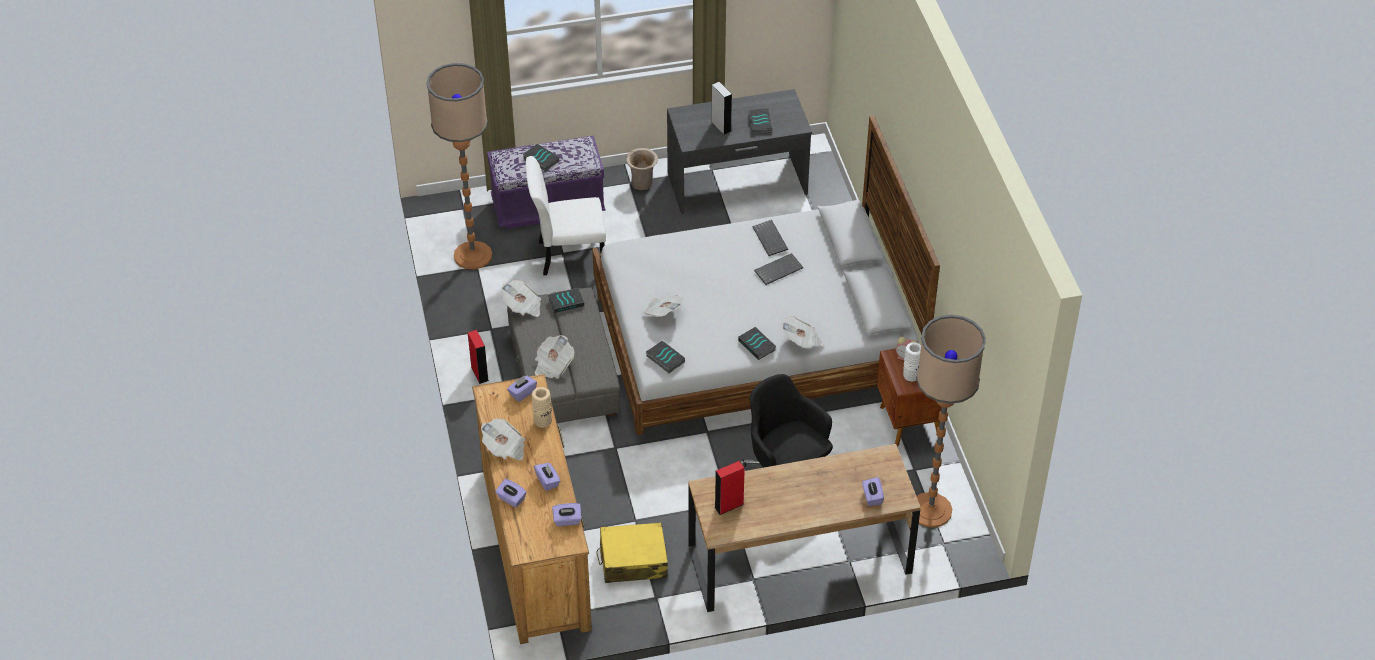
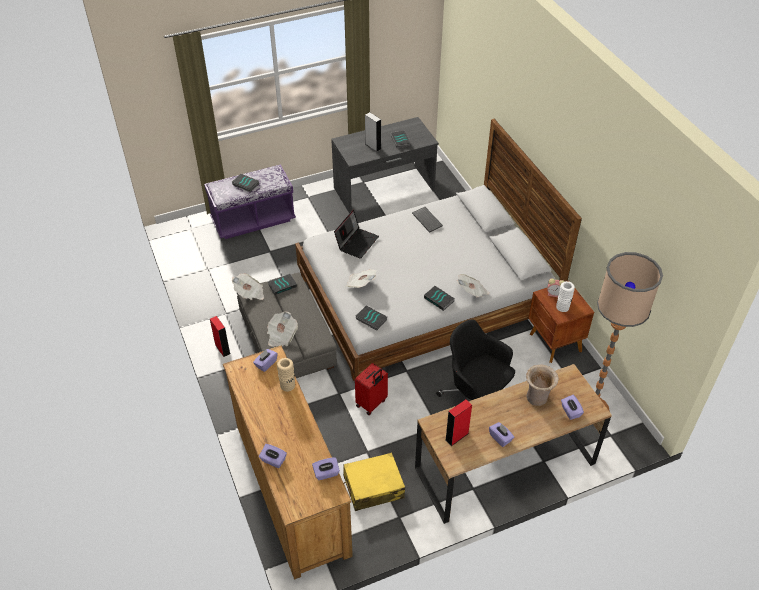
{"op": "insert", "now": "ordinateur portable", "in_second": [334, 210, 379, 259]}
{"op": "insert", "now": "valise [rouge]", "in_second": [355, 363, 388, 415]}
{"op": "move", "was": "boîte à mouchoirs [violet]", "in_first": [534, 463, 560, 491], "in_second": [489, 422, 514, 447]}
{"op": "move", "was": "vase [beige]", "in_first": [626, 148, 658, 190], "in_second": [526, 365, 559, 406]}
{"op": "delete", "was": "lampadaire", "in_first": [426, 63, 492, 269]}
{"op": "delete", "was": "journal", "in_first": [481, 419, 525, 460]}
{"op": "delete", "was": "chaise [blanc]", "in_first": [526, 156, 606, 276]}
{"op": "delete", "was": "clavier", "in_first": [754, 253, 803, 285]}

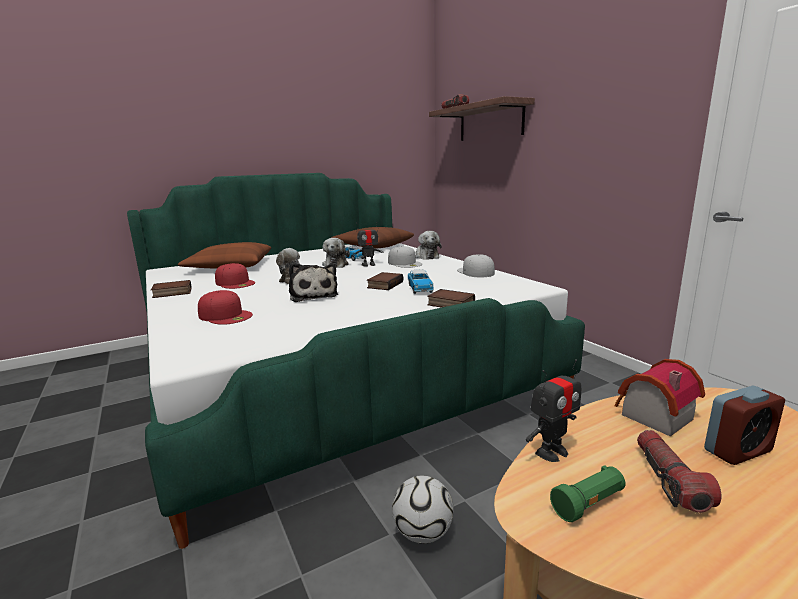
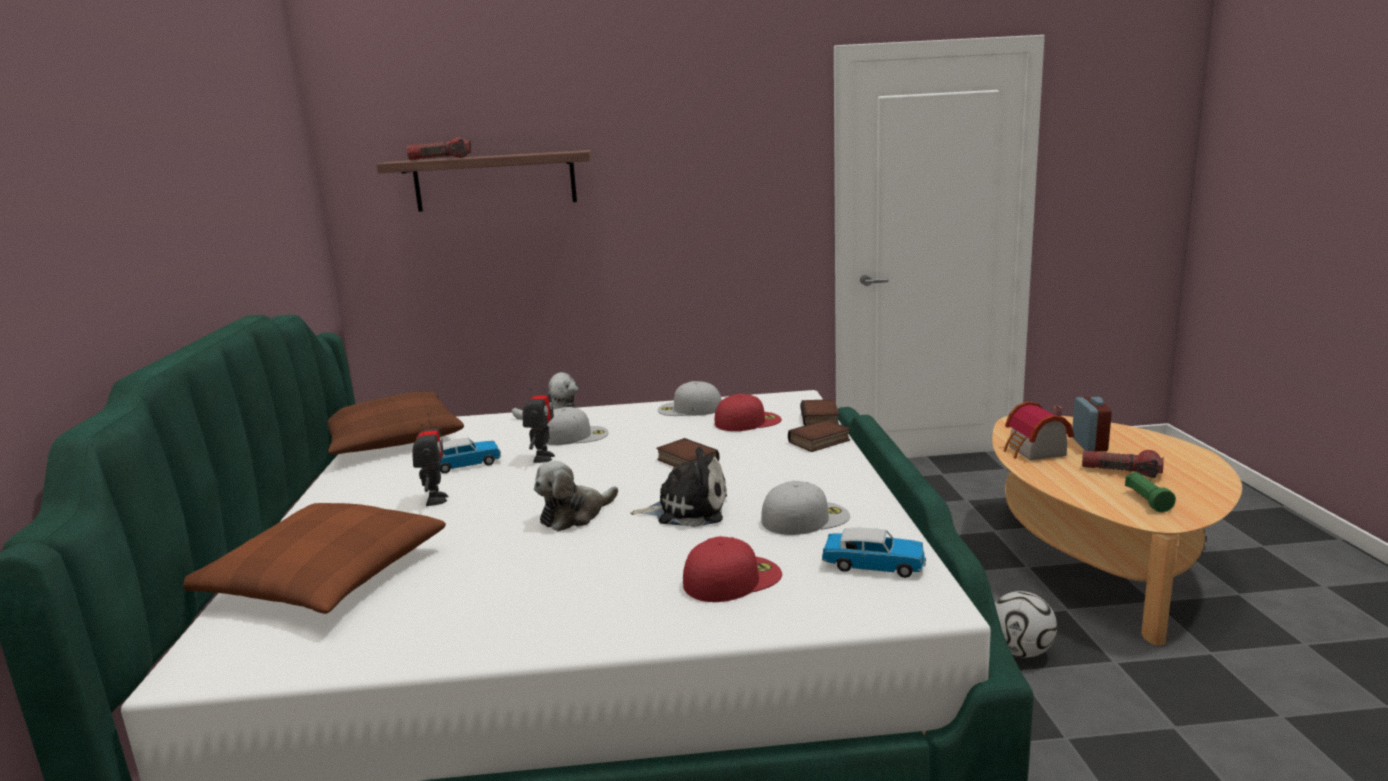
{"op": "move", "was": "robot jouet", "in_first": [526, 359, 581, 462], "in_second": [412, 412, 449, 506]}
{"op": "move", "was": "casquette [rouge]", "in_first": [215, 263, 255, 289], "in_second": [715, 394, 782, 431]}
{"op": "insert", "now": "casquette [blanc]", "in_second": [761, 481, 850, 535]}
{"op": "move", "was": "livre", "in_first": [151, 280, 192, 298], "in_second": [800, 399, 839, 426]}
{"op": "move", "was": "petite voiture", "in_first": [408, 269, 434, 294], "in_second": [822, 528, 926, 578]}
{"op": "delete", "was": "peluche", "in_first": [322, 238, 350, 268]}

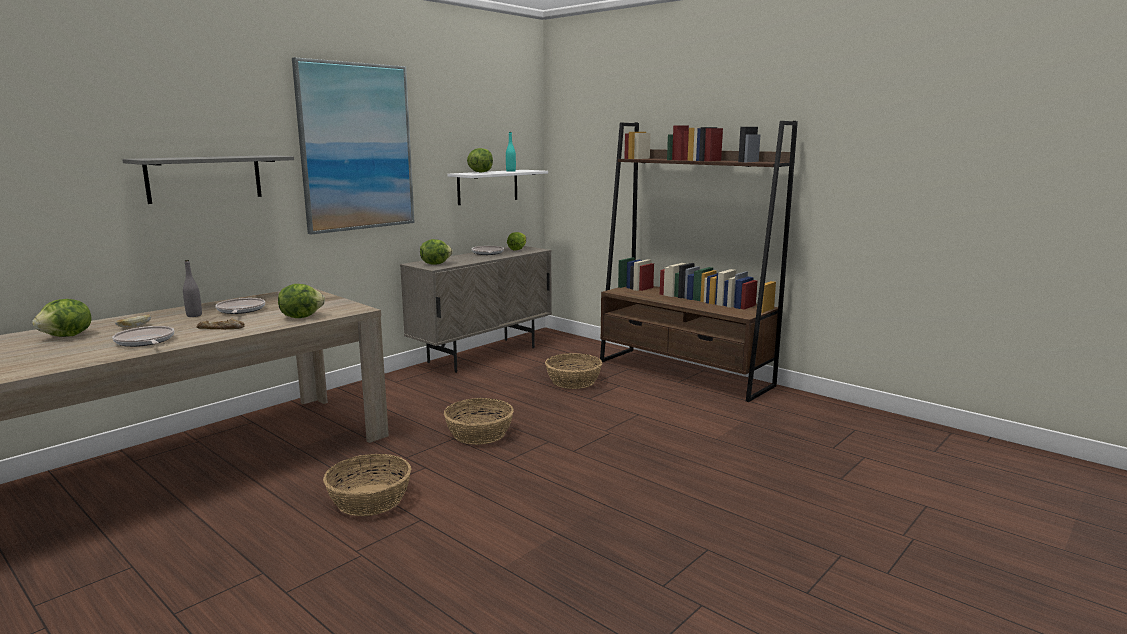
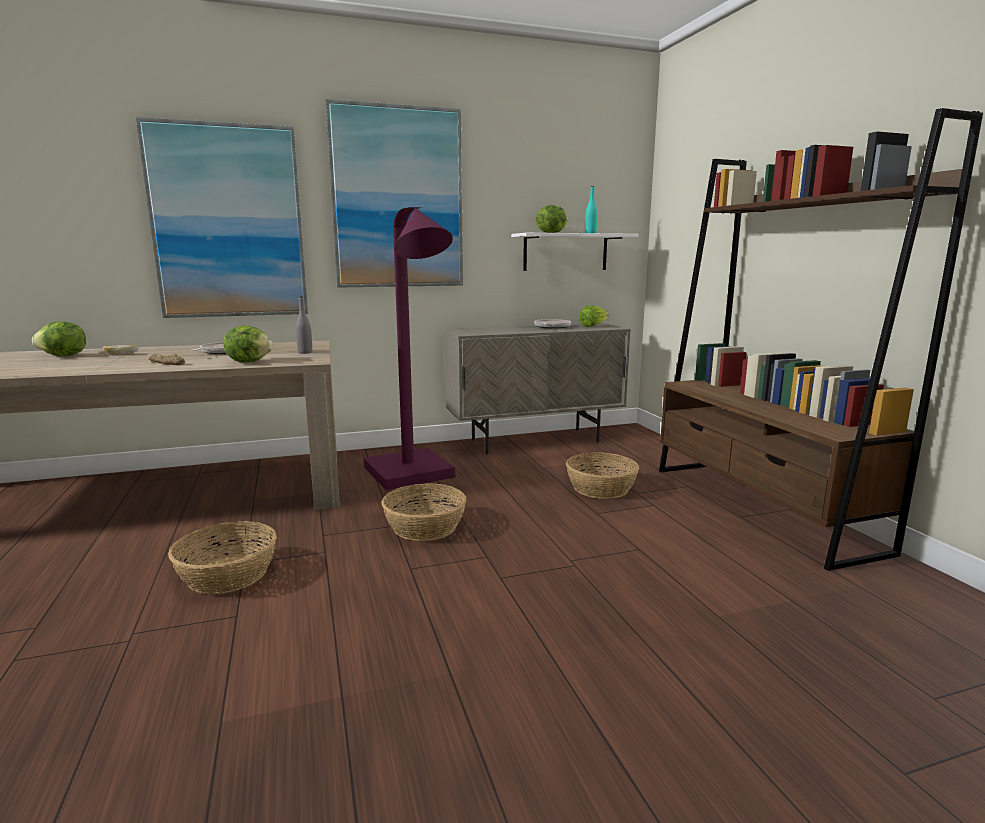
{"op": "replace", "was": "étagère [gris]", "now": "tableau", "in_first": [122, 155, 294, 204], "in_second": [135, 117, 308, 318]}
{"op": "move", "was": "bouteille [gris]", "in_first": [183, 260, 202, 317], "in_second": [296, 296, 312, 354]}
{"op": "insert", "now": "lampadaire [violet]", "in_second": [363, 207, 455, 490]}
{"op": "delete", "was": "poêle", "in_first": [112, 326, 174, 347]}
{"op": "delete", "was": "laitue", "in_first": [420, 239, 453, 265]}

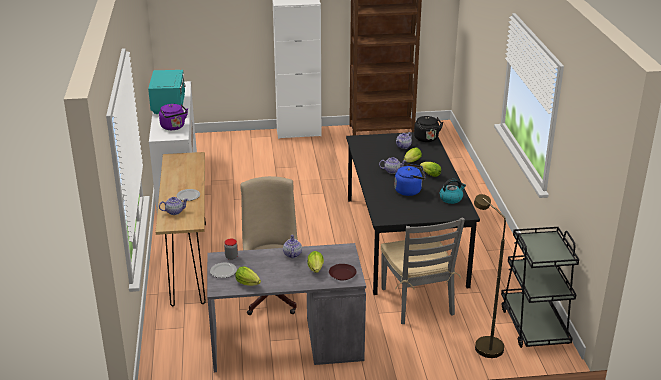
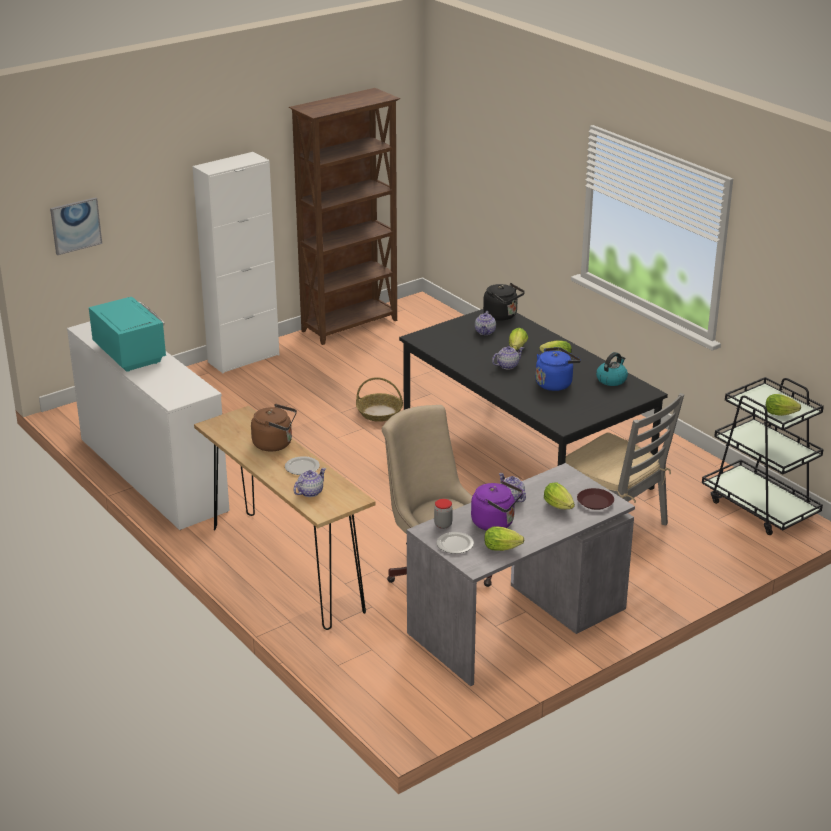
{"op": "insert", "now": "tableau", "in_second": [50, 197, 102, 255]}
{"op": "insert", "now": "bouilloire [marron]", "in_second": [251, 404, 297, 451]}
{"op": "insert", "now": "panier", "in_second": [356, 377, 403, 422]}
{"op": "move", "was": "bouilloire [violet]", "in_first": [159, 104, 188, 130], "in_second": [471, 480, 523, 531]}
{"op": "insert", "now": "laitue", "in_second": [766, 394, 801, 416]}
{"op": "delete", "was": "lampadaire [marron]", "in_first": [474, 194, 506, 358]}

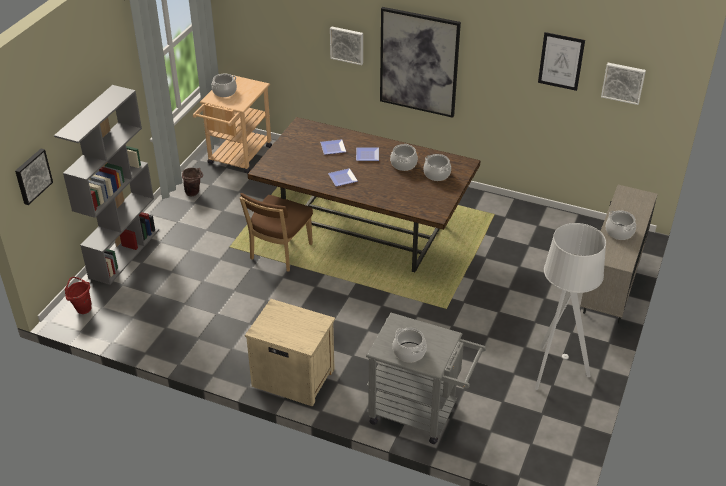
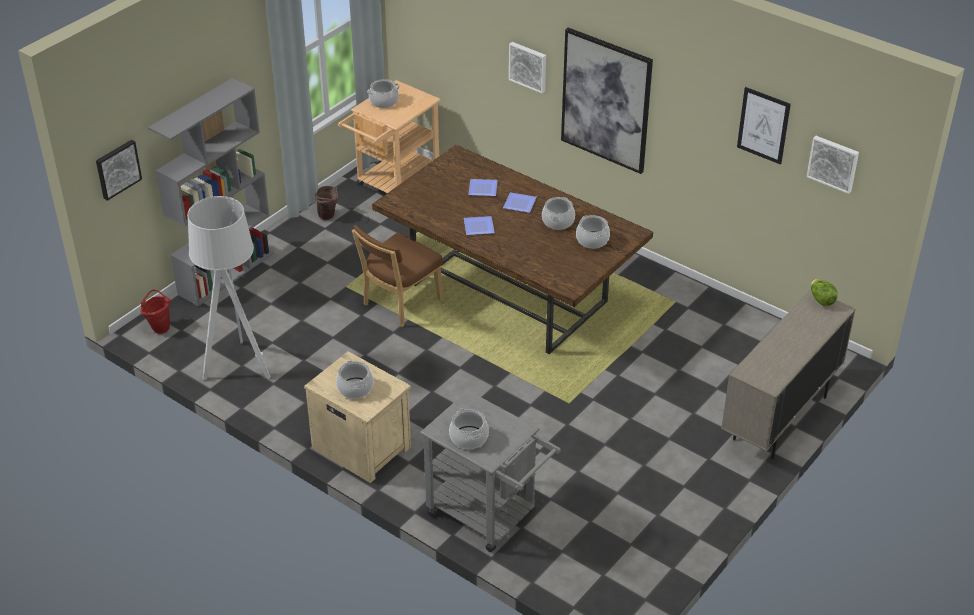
{"op": "move", "was": "lampadaire [gris]", "in_first": [535, 223, 606, 390], "in_second": [187, 196, 271, 380]}
{"op": "move", "was": "marmite", "in_first": [606, 211, 636, 240], "in_second": [336, 360, 373, 399]}
{"op": "insert", "now": "laitue", "in_second": [811, 279, 838, 306]}

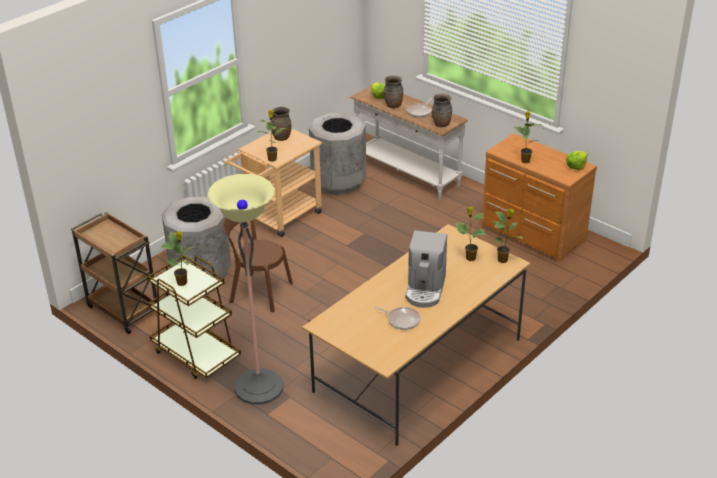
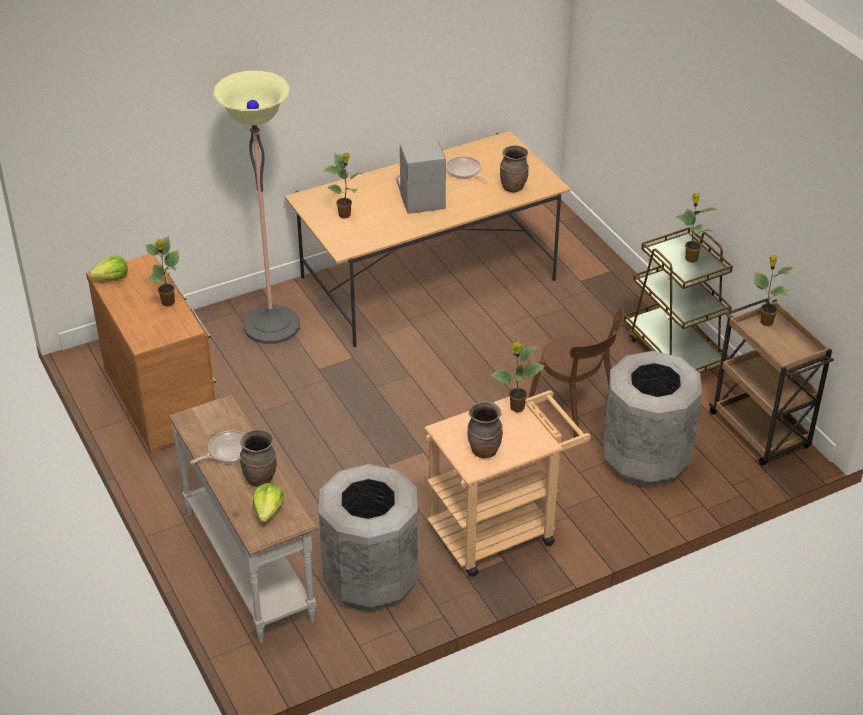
{"op": "move", "was": "lampadaire", "in_first": [208, 174, 283, 405], "in_second": [213, 71, 300, 344]}
{"op": "rotate", "was": "machine à café", "in_first": [405, 231, 447, 308], "in_second": [396, 139, 446, 214], "clockwise": -45}
{"op": "move", "was": "vase [marron]", "in_first": [432, 93, 452, 127], "in_second": [500, 145, 529, 192]}
{"op": "move", "was": "plante en pot", "in_first": [492, 209, 523, 263], "in_second": [753, 255, 795, 326]}

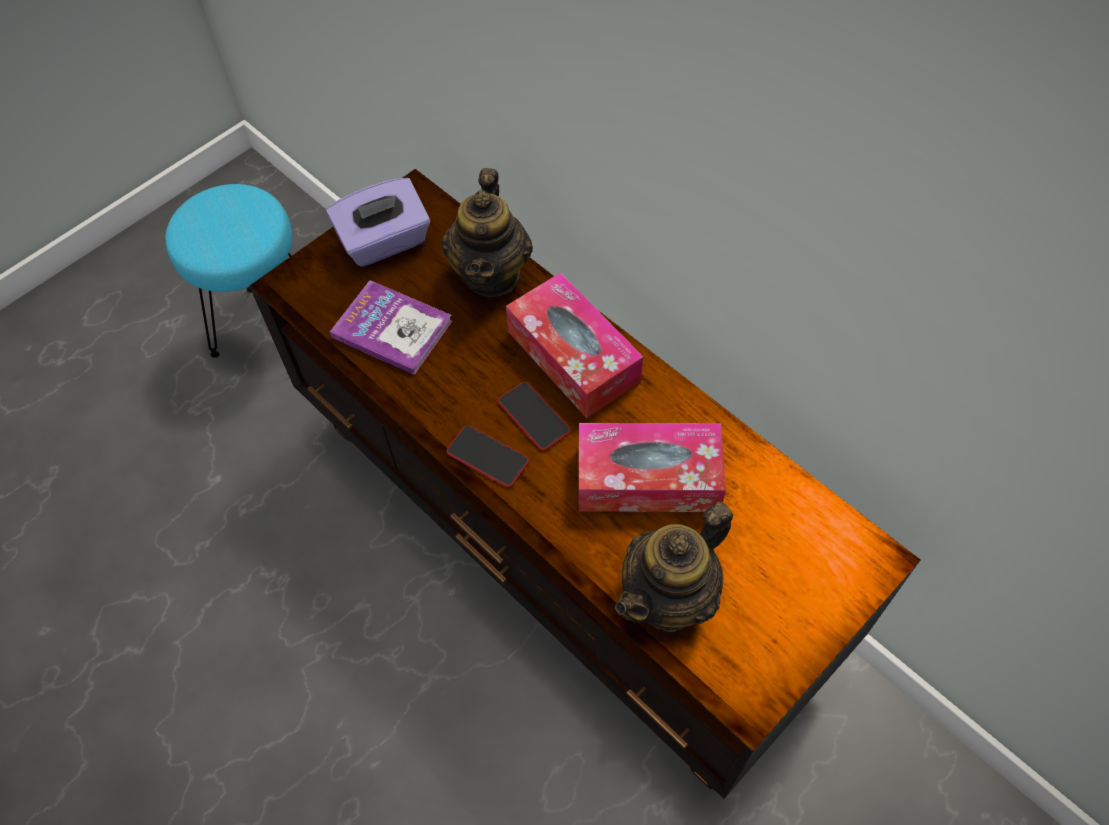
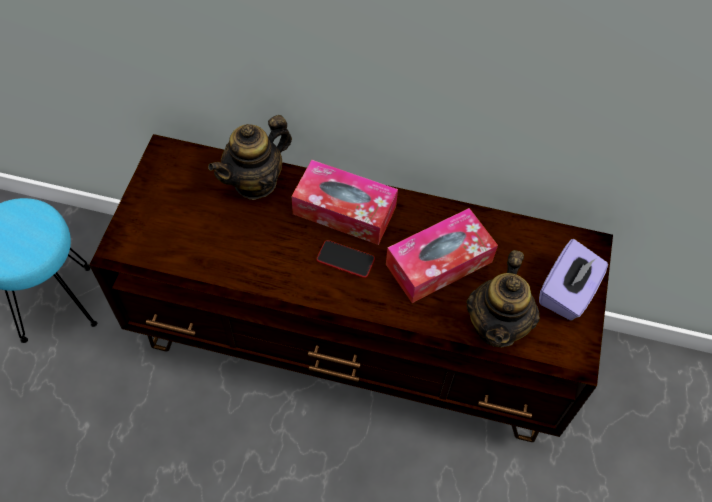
{"op": "rotate", "was": "théière", "in_first": [442, 168, 533, 297], "in_second": [208, 115, 292, 200], "clockwise": 75}
{"op": "move", "was": "boîte à mouchoirs [violet]", "in_first": [326, 178, 430, 267], "in_second": [539, 239, 608, 320]}
{"op": "delete", "was": "livre", "in_first": [330, 280, 452, 375]}
{"op": "delete", "was": "téléphone", "in_first": [446, 425, 529, 488]}

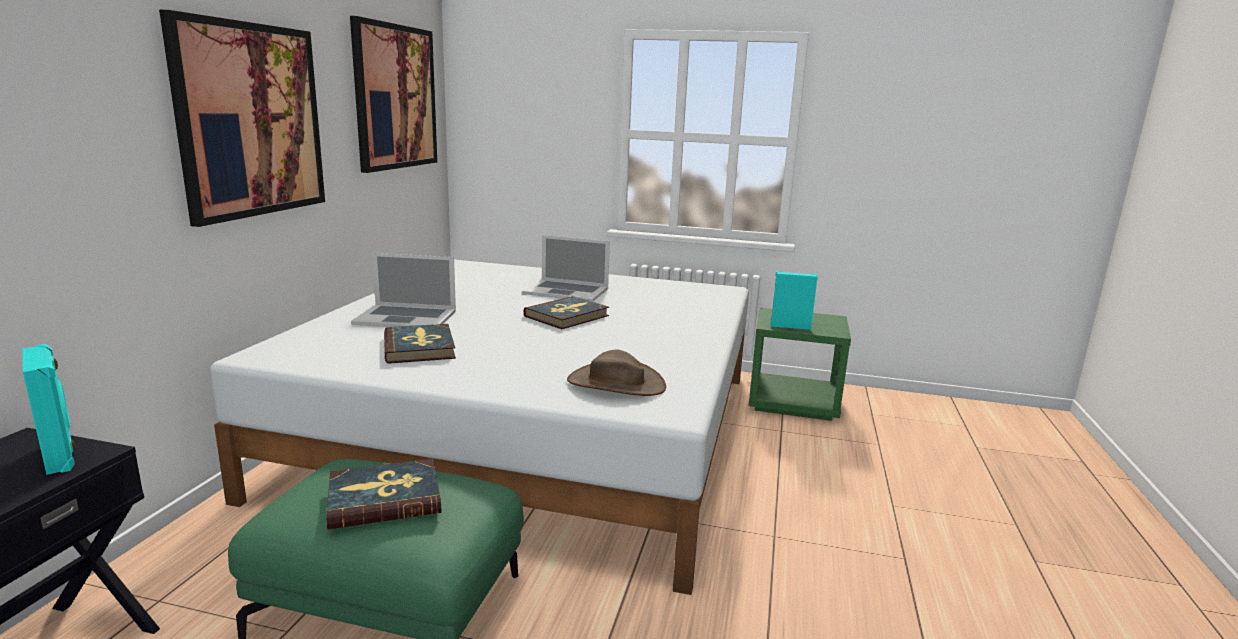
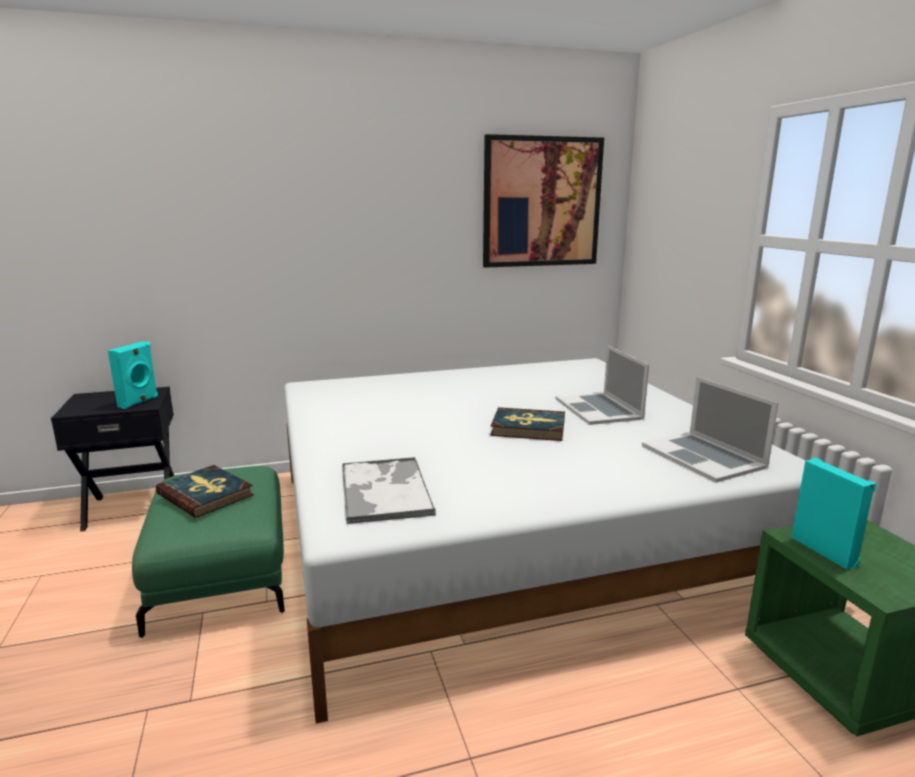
{"op": "replace", "was": "chapeau [marron]", "now": "plateau", "in_first": [567, 350, 666, 396], "in_second": [342, 457, 436, 524]}
{"op": "move", "was": "ordinateur portable", "in_first": [351, 253, 456, 327], "in_second": [642, 377, 778, 483]}
{"op": "delete", "was": "tableau", "in_first": [159, 10, 325, 227]}
{"op": "delete", "was": "livre", "in_first": [384, 324, 456, 364]}

